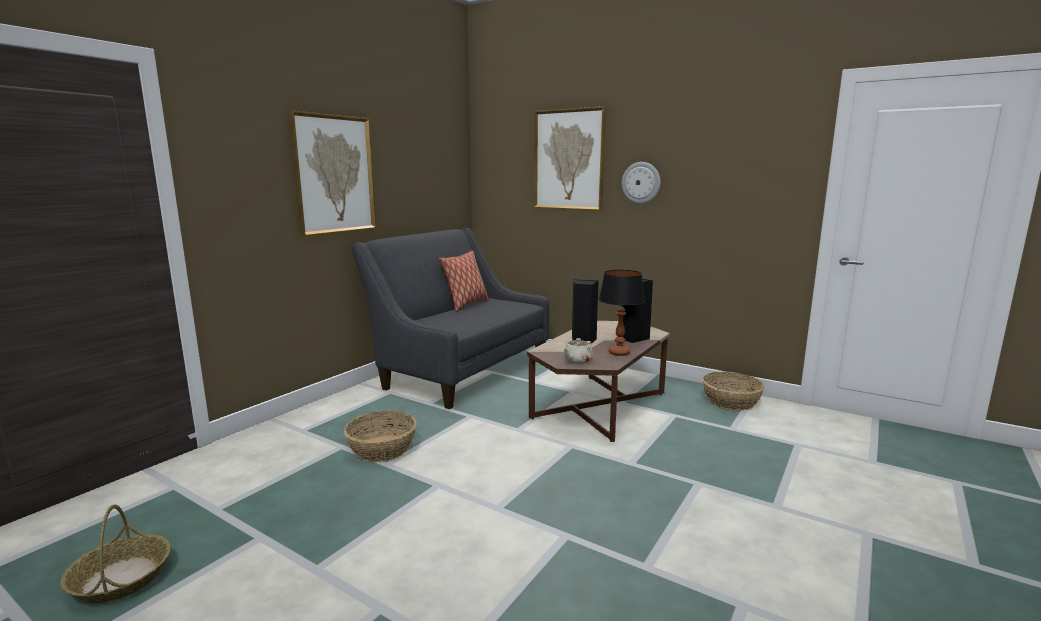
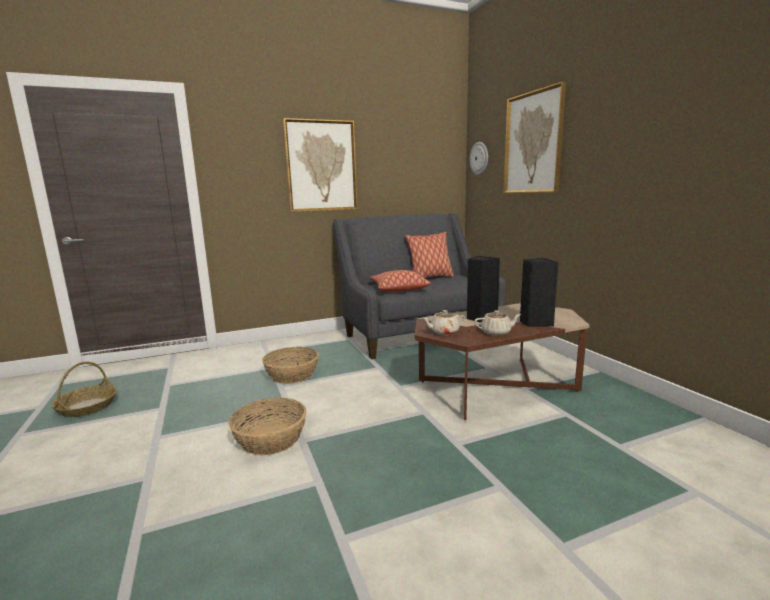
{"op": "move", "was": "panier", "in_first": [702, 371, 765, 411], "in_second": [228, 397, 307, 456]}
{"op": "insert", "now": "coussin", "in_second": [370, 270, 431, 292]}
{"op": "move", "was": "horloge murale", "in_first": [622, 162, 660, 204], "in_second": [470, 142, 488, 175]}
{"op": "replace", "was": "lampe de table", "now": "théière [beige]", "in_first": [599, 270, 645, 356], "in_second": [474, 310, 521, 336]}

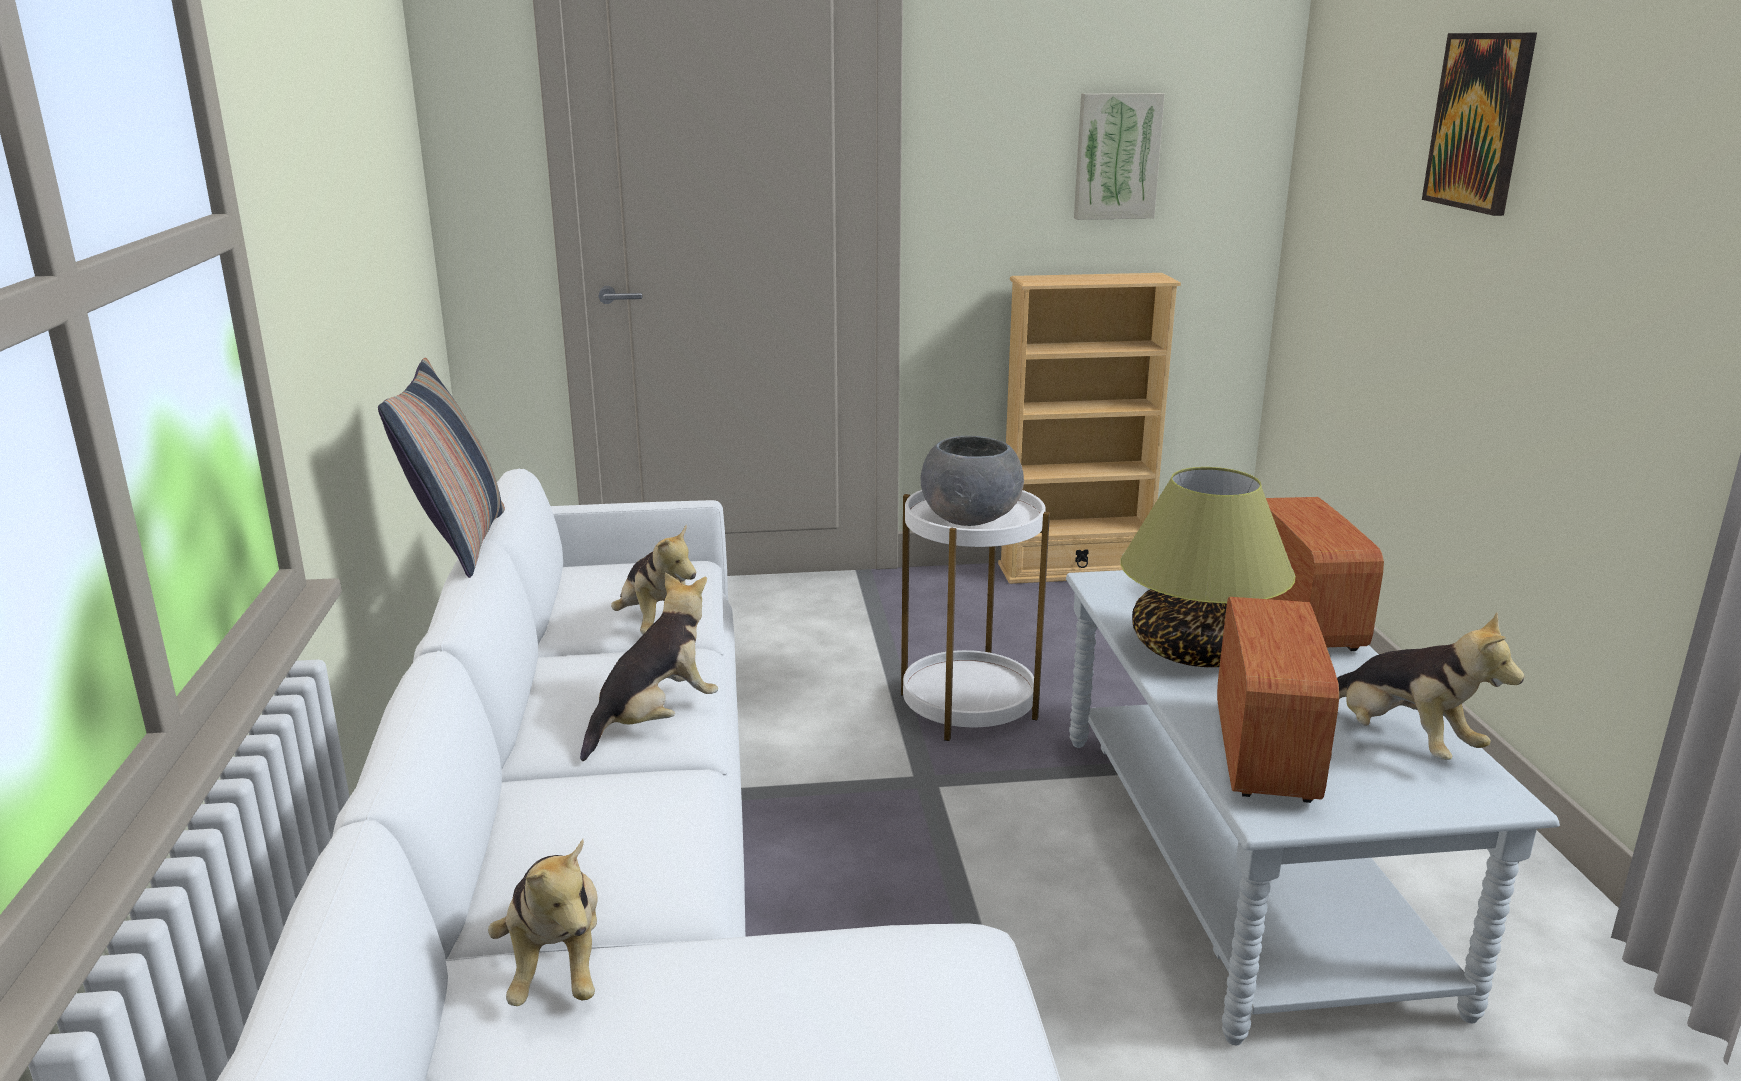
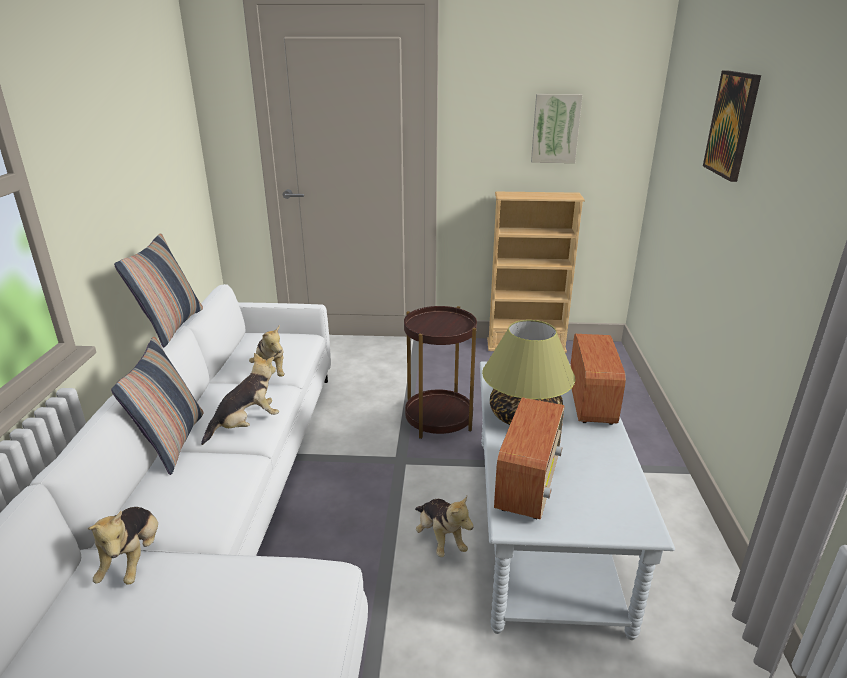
{"op": "insert", "now": "coussin", "in_second": [111, 336, 204, 475]}
{"op": "recolor", "was": "table d'appoint [blanc]", "now": "table d'appoint [marron]", "in_first": [901, 490, 1050, 741], "in_second": [404, 306, 477, 439]}
{"op": "move", "was": "peluche", "in_first": [1337, 612, 1524, 760], "in_second": [415, 496, 474, 557]}
{"op": "delete", "was": "bol [gris]", "in_first": [921, 436, 1024, 526]}

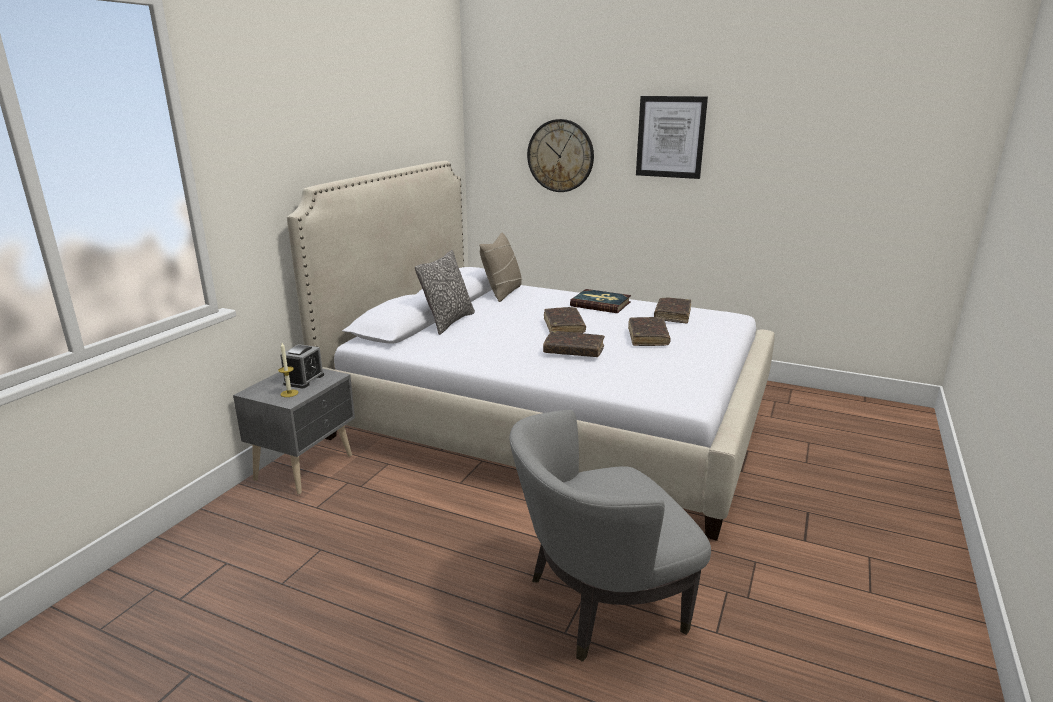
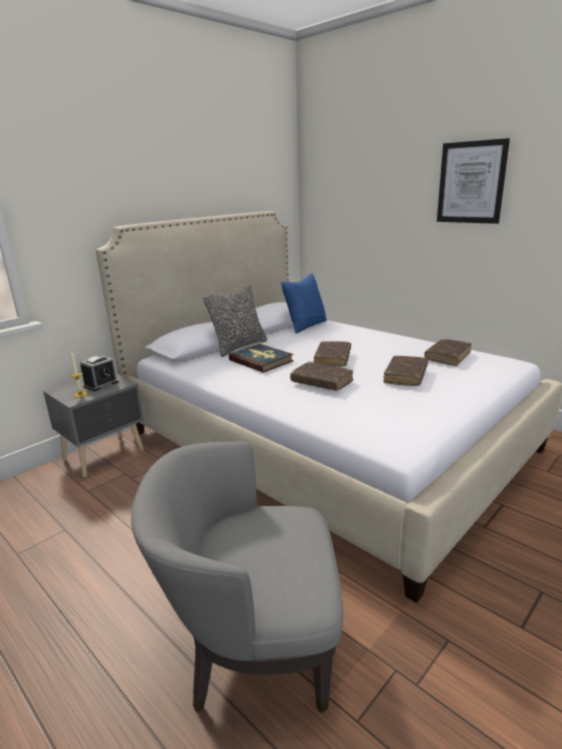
{"op": "move", "was": "livre", "in_first": [570, 289, 631, 313], "in_second": [229, 344, 294, 373]}
{"op": "recolor", "was": "coussin [beige]", "now": "coussin [bleu]", "in_first": [479, 232, 522, 302], "in_second": [281, 273, 327, 333]}
{"op": "delete", "was": "horloge murale", "in_first": [527, 119, 594, 192]}

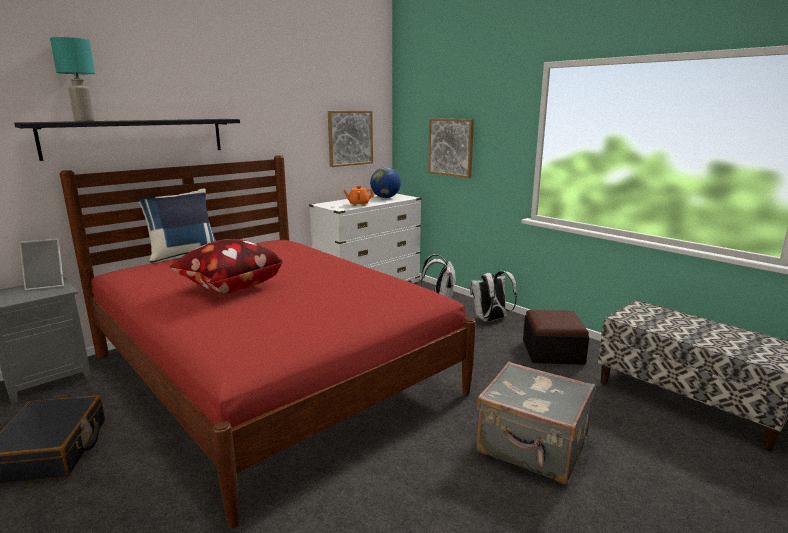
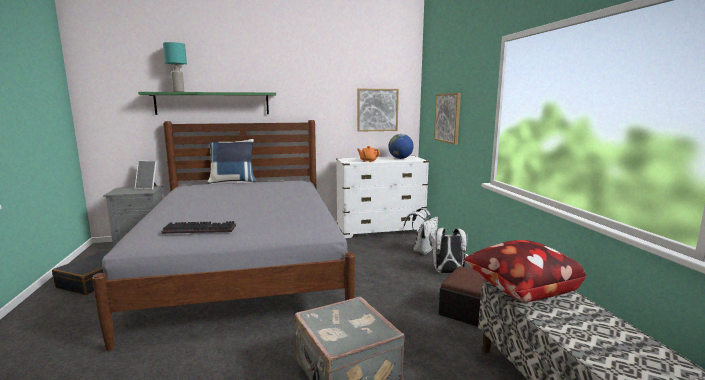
{"op": "recolor", "was": "lit [rouge]", "now": "lit [gris]", "in_first": [59, 155, 476, 529], "in_second": [92, 120, 355, 351]}
{"op": "recolor", "was": "étagère [noir]", "now": "étagère [vert]", "in_first": [14, 119, 240, 161], "in_second": [138, 92, 276, 115]}
{"op": "insert", "now": "clavier", "in_second": [162, 221, 236, 234]}
{"op": "move", "was": "coussin", "in_first": [169, 239, 283, 293], "in_second": [463, 240, 586, 302]}

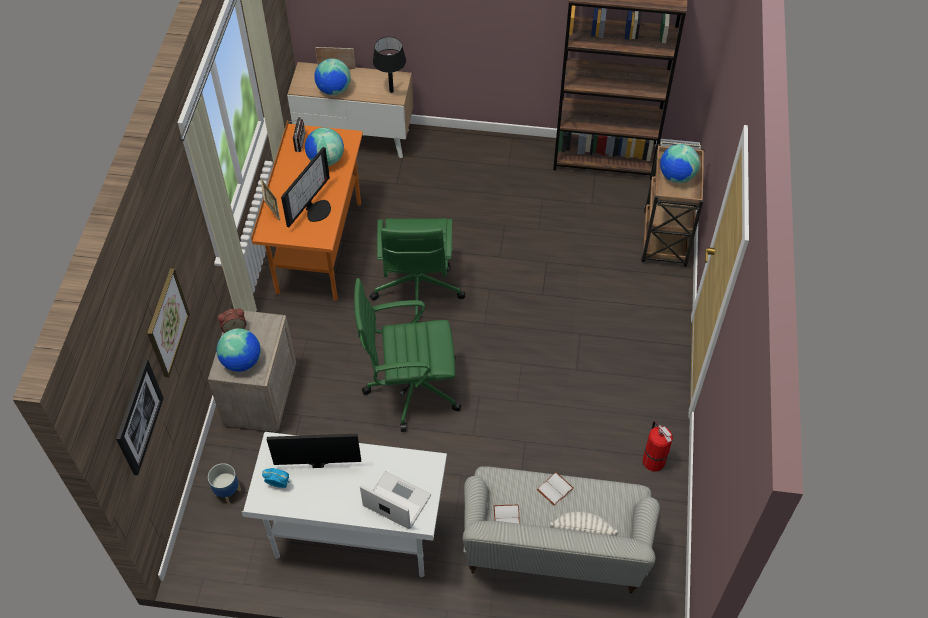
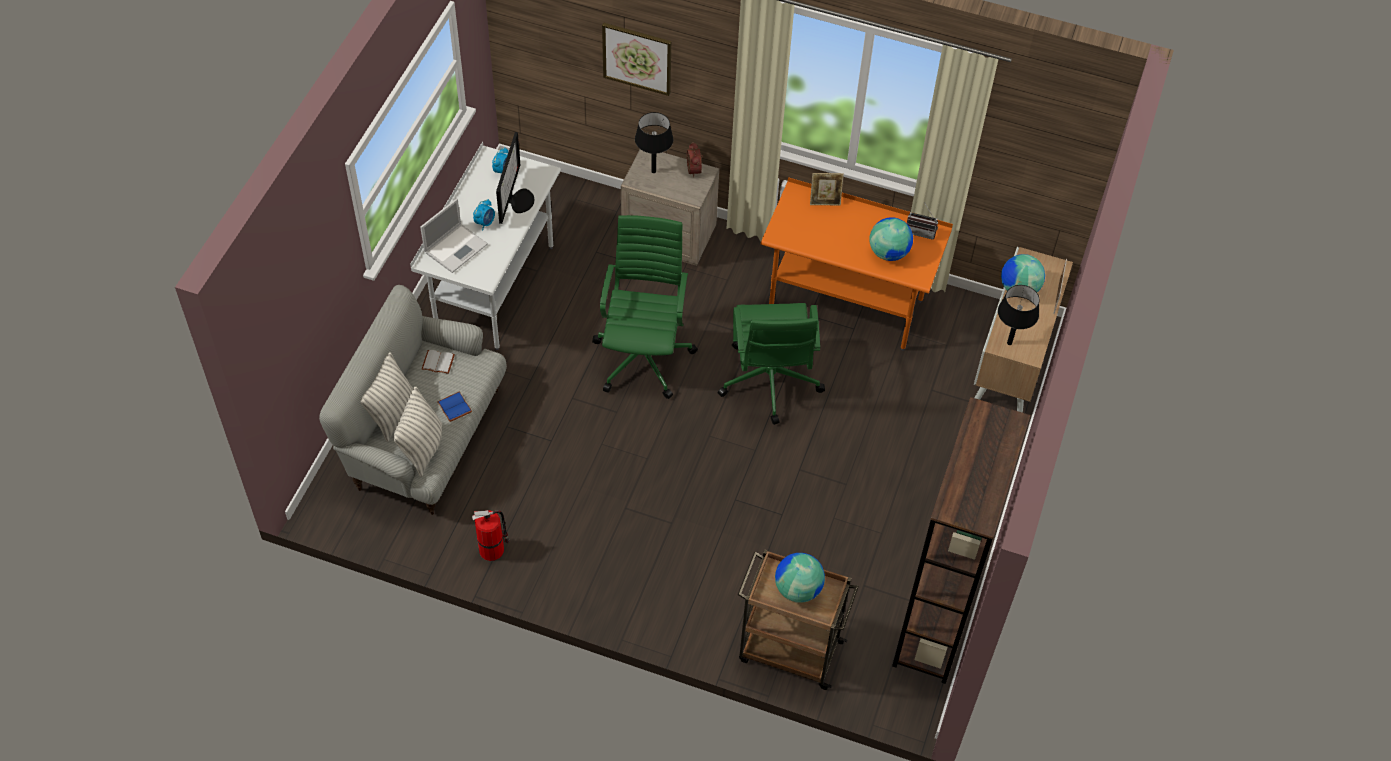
{"op": "insert", "now": "coussin", "in_second": [394, 386, 442, 477]}
{"op": "recolor", "was": "livre [blanc]", "now": "livre [bleu]", "in_first": [537, 472, 574, 506], "in_second": [437, 392, 472, 422]}
{"op": "insert", "now": "réveil", "in_second": [473, 199, 495, 230]}
{"op": "replace", "was": "globe", "now": "lampe de table [noir]", "in_first": [216, 328, 261, 372], "in_second": [635, 112, 673, 173]}
{"op": "rotate", "was": "chaise de bureau [vert]", "in_first": [370, 218, 465, 323], "in_second": [718, 303, 825, 425], "clockwise": -105}
{"op": "delete", "was": "tableau", "in_first": [116, 359, 164, 475]}
{"op": "delete", "was": "cache-pot", "in_first": [208, 463, 241, 505]}
{"op": "delete", "was": "écran d'ordinateur", "in_first": [281, 147, 331, 227]}

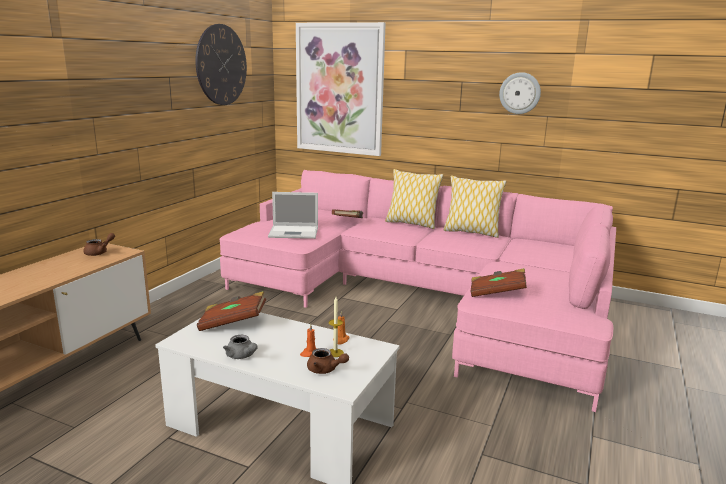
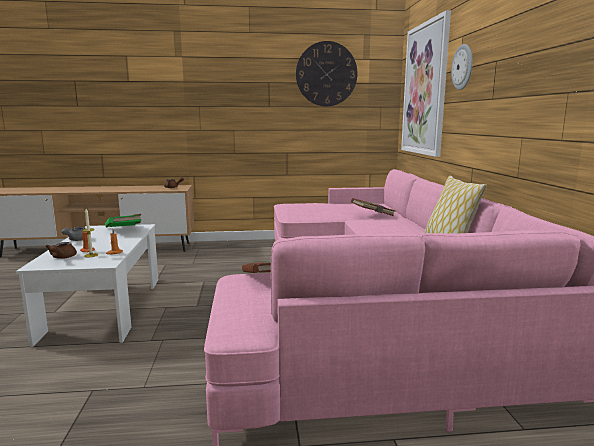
{"op": "recolor", "was": "livre [marron]", "now": "livre [vert]", "in_first": [197, 291, 266, 331], "in_second": [105, 214, 141, 227]}
{"op": "move", "was": "horloge murale", "in_first": [499, 72, 541, 114], "in_second": [451, 44, 473, 90]}
{"op": "delete", "was": "ordinateur portable", "in_first": [268, 192, 318, 239]}
{"op": "delete", "was": "coussin", "in_first": [385, 169, 444, 229]}

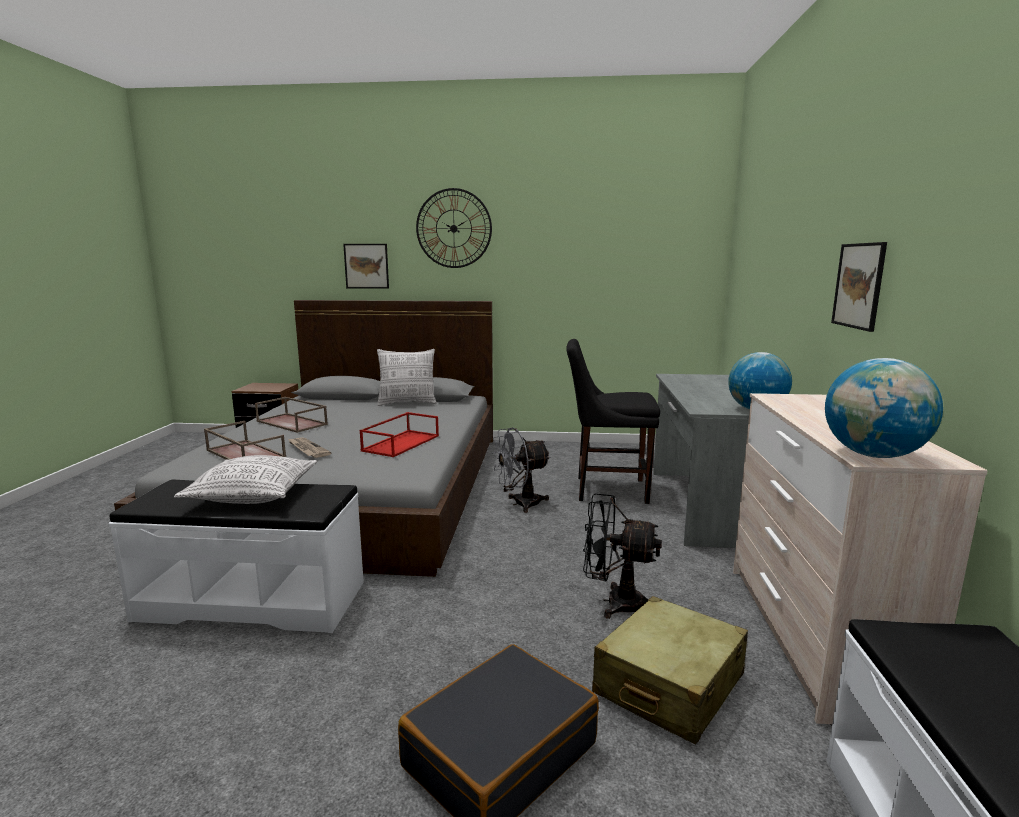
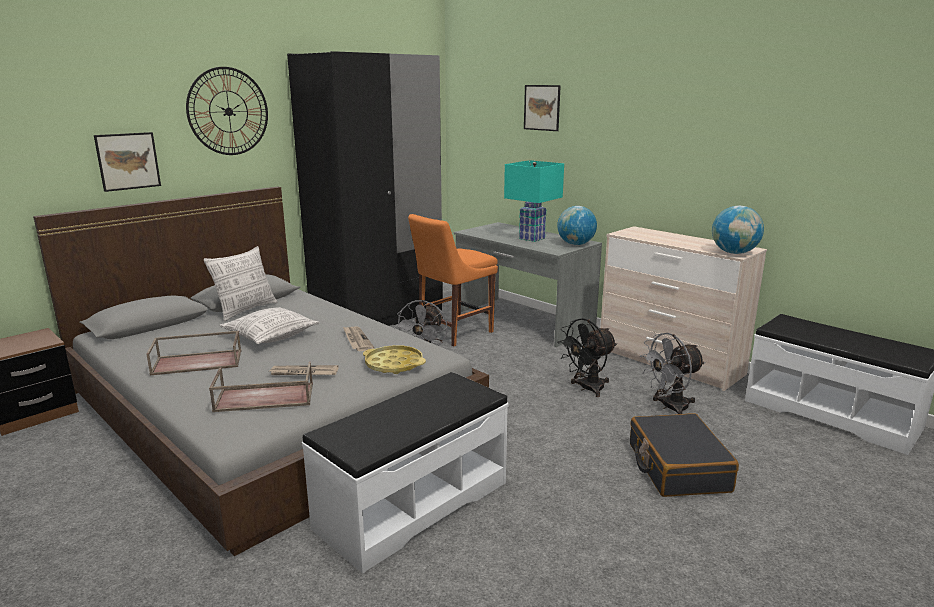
{"op": "move", "was": "coussin", "in_first": [174, 455, 317, 504], "in_second": [219, 307, 320, 344]}
{"op": "insert", "now": "armoire [noir]", "in_second": [287, 51, 443, 326]}
{"op": "replace", "was": "plateau [rouge]", "now": "journal", "in_first": [359, 412, 439, 457], "in_second": [343, 327, 375, 351]}
{"op": "insert", "now": "plateau [jaune]", "in_second": [363, 345, 426, 374]}
{"op": "recolor", "was": "chaise [noir]", "now": "chaise [orange]", "in_first": [566, 339, 660, 504], "in_second": [408, 214, 498, 346]}
{"op": "insert", "now": "lampe de table [turquoise]", "in_second": [504, 160, 564, 242]}
{"op": "move", "was": "tableau", "in_first": [831, 242, 887, 332], "in_second": [524, 85, 561, 131]}
{"op": "replace", "was": "valise [beige]", "now": "ventilateur [gris]", "in_first": [592, 596, 748, 744], "in_second": [640, 333, 705, 414]}

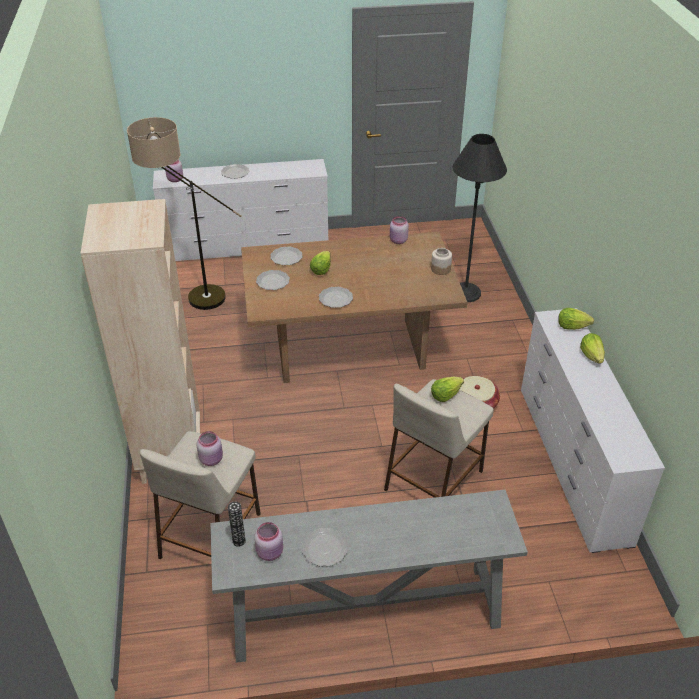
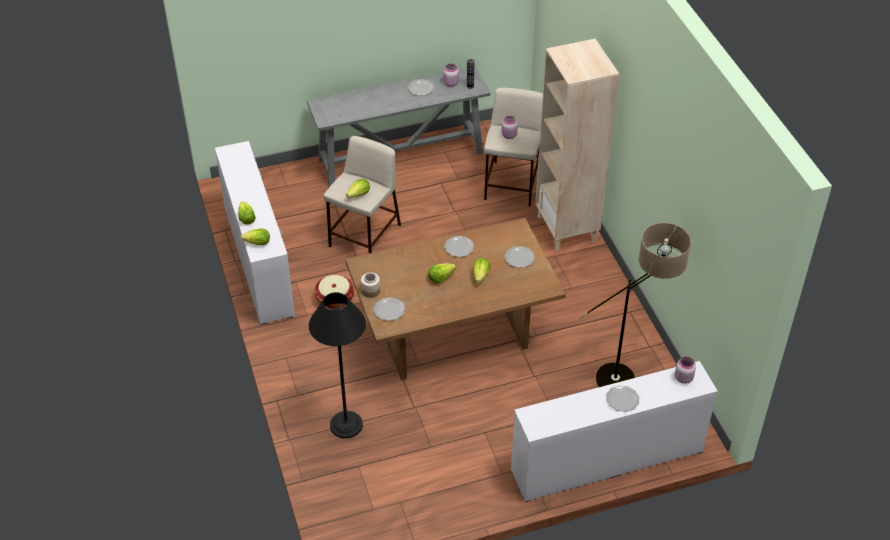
{"op": "move", "was": "assiette", "in_first": [270, 247, 303, 265], "in_second": [374, 297, 405, 321]}
{"op": "insert", "now": "laitue", "in_second": [428, 263, 456, 283]}
{"op": "delete", "was": "bocal [rose]", "in_first": [390, 216, 409, 244]}

